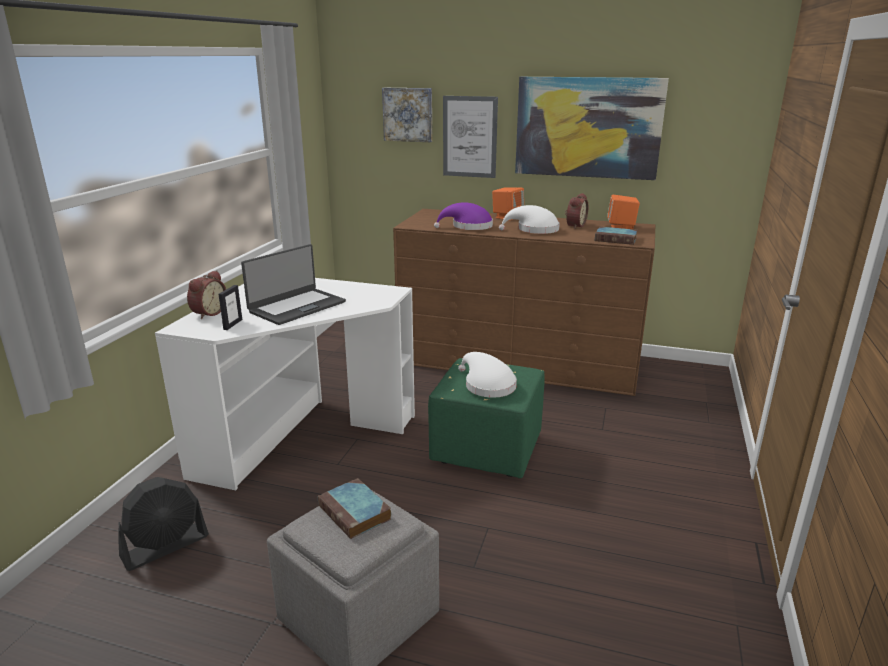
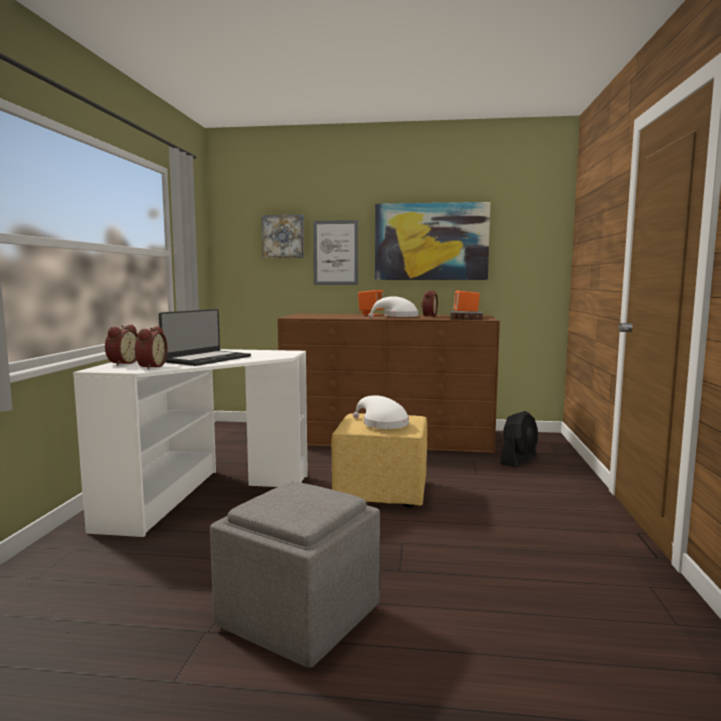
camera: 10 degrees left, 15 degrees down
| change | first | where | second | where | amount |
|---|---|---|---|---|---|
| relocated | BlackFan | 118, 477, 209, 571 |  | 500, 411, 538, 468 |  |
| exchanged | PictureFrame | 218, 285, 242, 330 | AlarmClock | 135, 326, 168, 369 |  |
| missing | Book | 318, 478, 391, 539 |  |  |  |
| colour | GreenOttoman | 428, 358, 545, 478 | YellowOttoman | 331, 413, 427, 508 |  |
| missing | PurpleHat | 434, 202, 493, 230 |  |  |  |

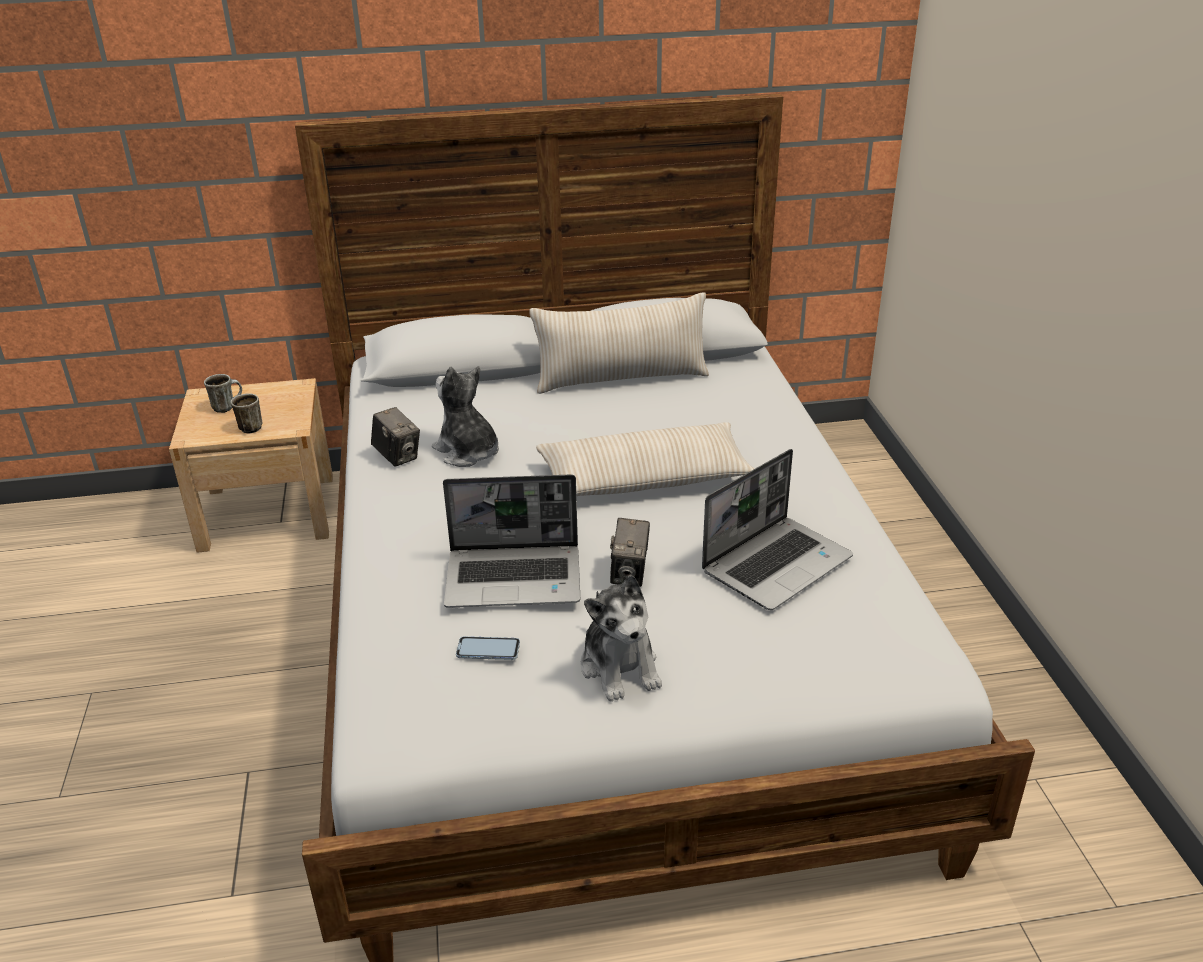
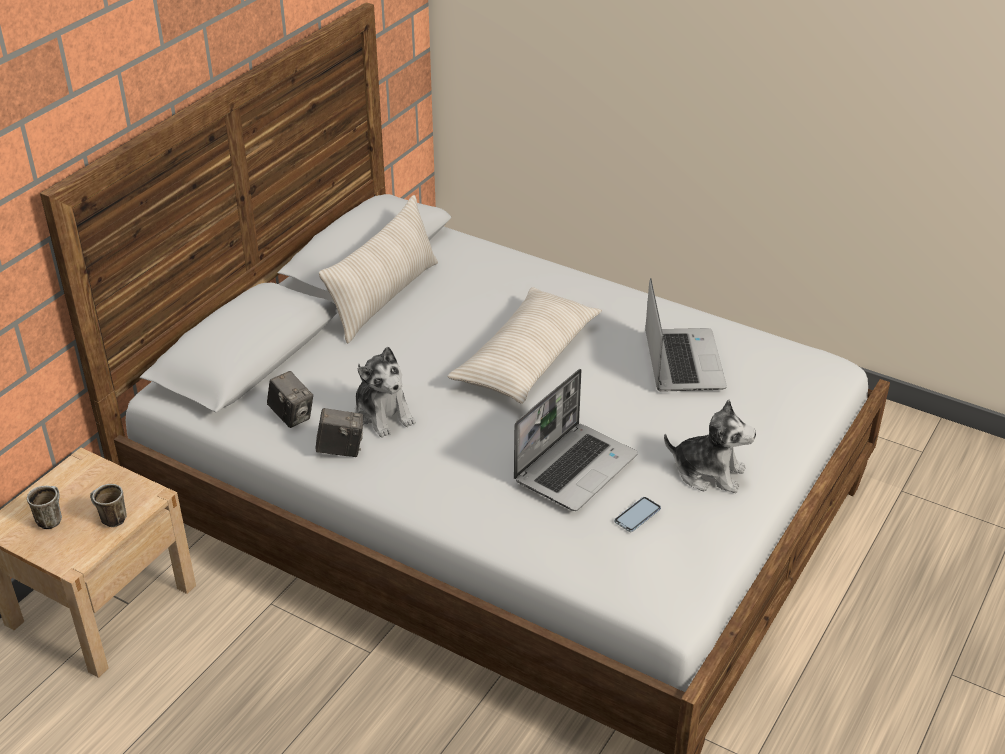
camera: 50 degrees left, 5 degrees up
| change | first | where | second | where | amount |
|---|---|---|---|---|---|
| spun | PlushToy | 432, 366, 499, 467 |  | 354, 347, 416, 438 | 120 degrees counterclockwise |
| relocated | PhotoCamera | 610, 518, 650, 587 |  | 267, 371, 313, 428 |  |

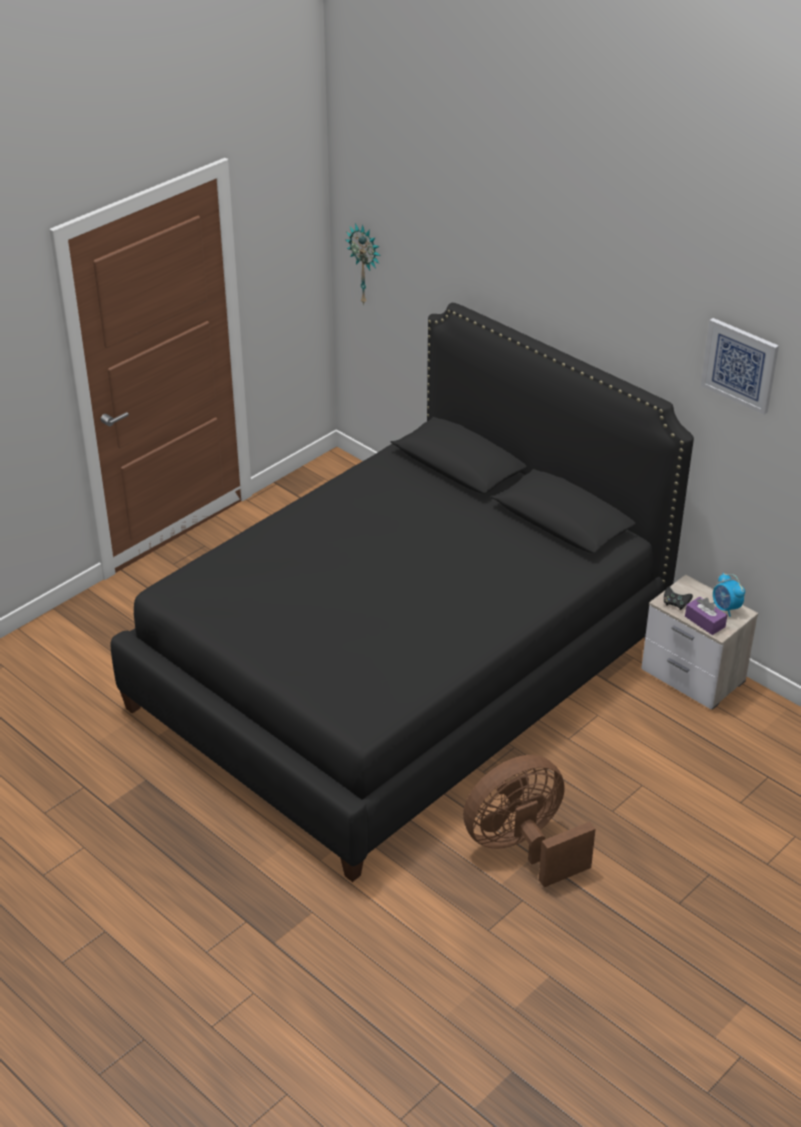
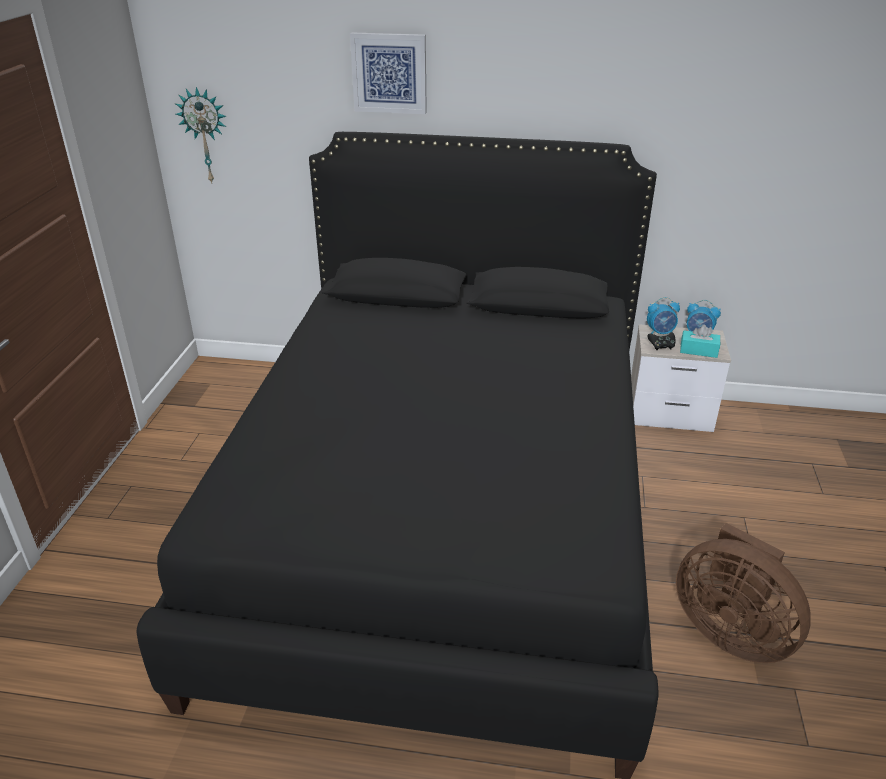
camera: 35 degrees left, 5 degrees down
| change | first | where | second | where | amount |
|---|---|---|---|---|---|
| spun | BrownFan | 463, 755, 596, 887 |  | 676, 523, 811, 663 | 75 degrees counterclockwise |
| colour | PurpleTissueBox | 685, 597, 727, 635 | TurquoiseTissueBox | 680, 324, 720, 358 |  |
| relocated | Picture | 701, 318, 779, 415 |  | 350, 32, 427, 114 |  |
| appeared |  |  | AlarmClock | 647, 297, 680, 334 |  |

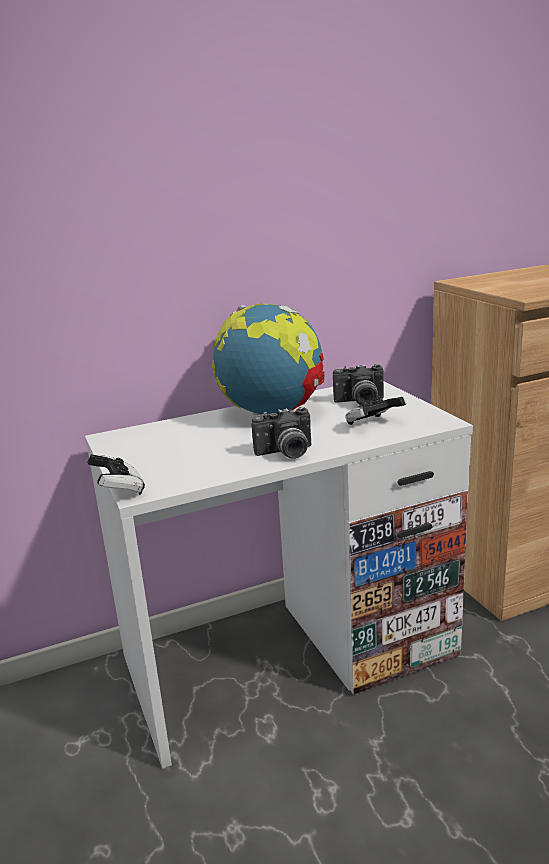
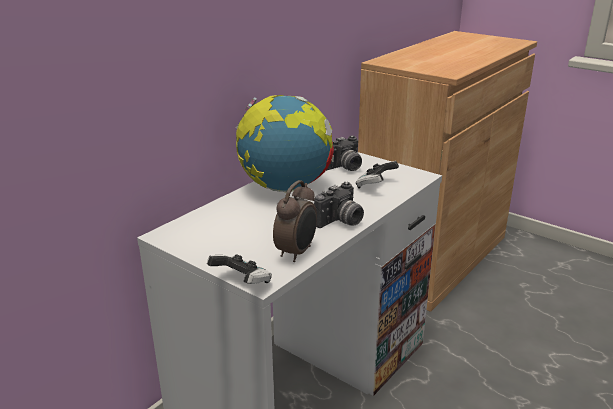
camera: 30 degrees left, 5 degrees up
| change | first | where | second | where | amount |
|---|---|---|---|---|---|
| appeared |  |  | AlarmClock | 273, 180, 317, 262 |  |

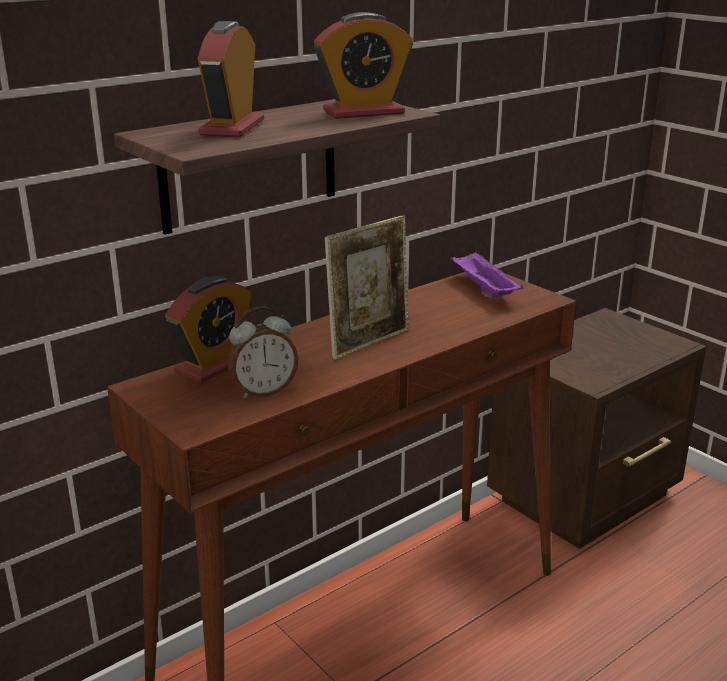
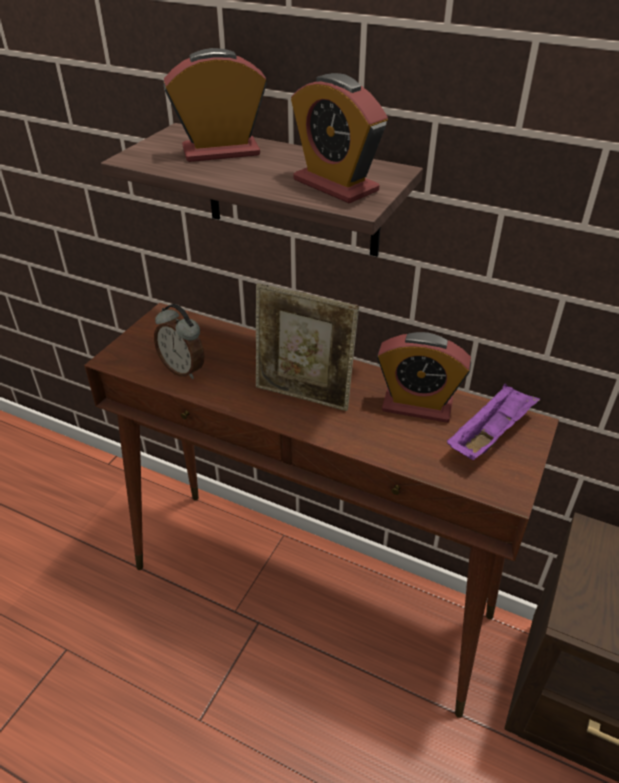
camera: 65 degrees right, 15 degrees up
| change | first | where | second | where | amount |
|---|---|---|---|---|---|
| relocated | AlarmClock | 165, 276, 252, 383 |  | 377, 332, 471, 423 |  |

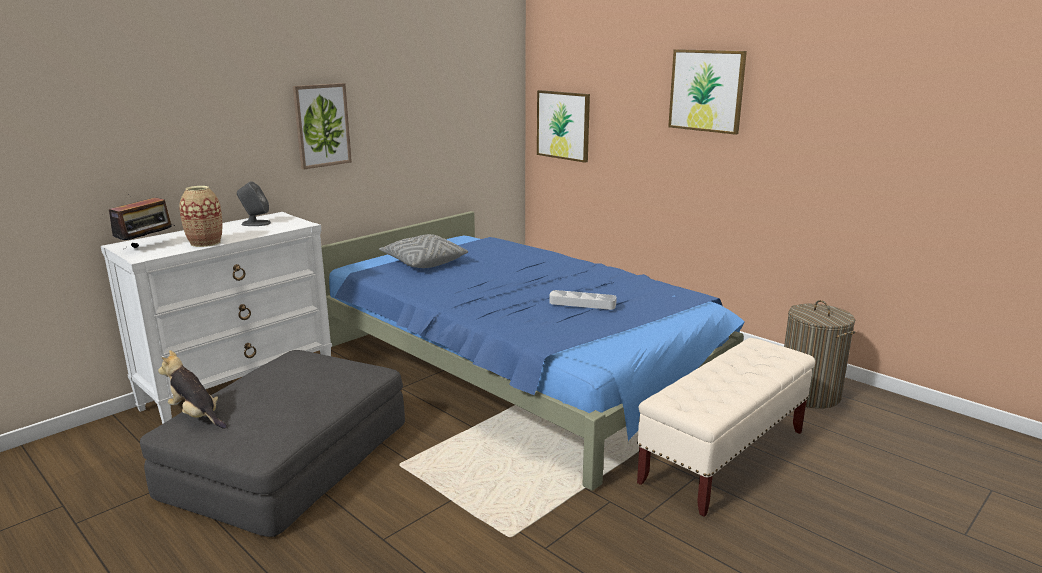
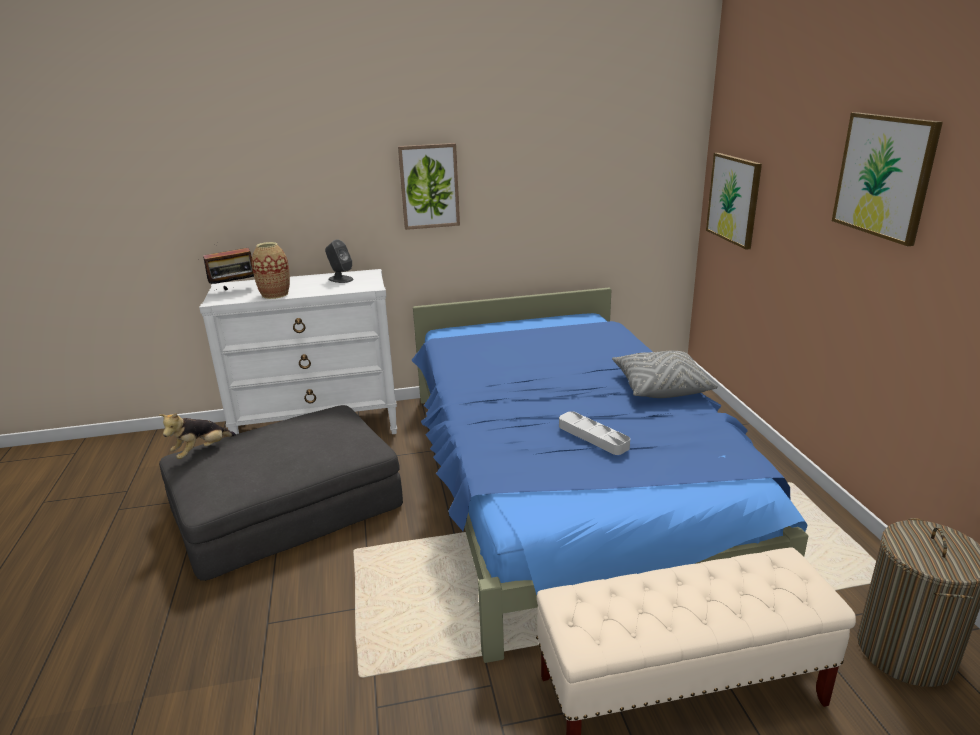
camera: 35 degrees right, 5 degrees up
| change | first | where | second | where | amount |
|---|---|---|---|---|---|
| spun | PlushToy | 158, 350, 227, 429 |  | 159, 413, 236, 459 | 120 degrees counterclockwise |
| relocated | GreyPillow | 379, 234, 468, 268 |  | 612, 351, 718, 398 |  |

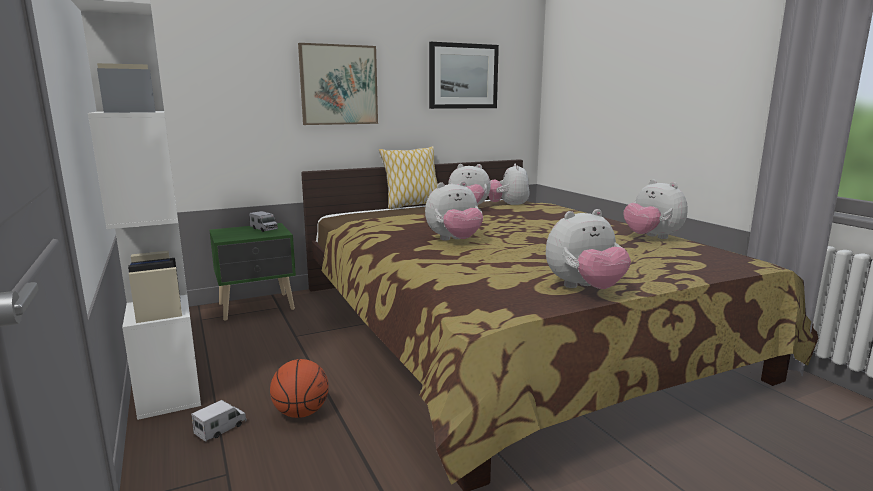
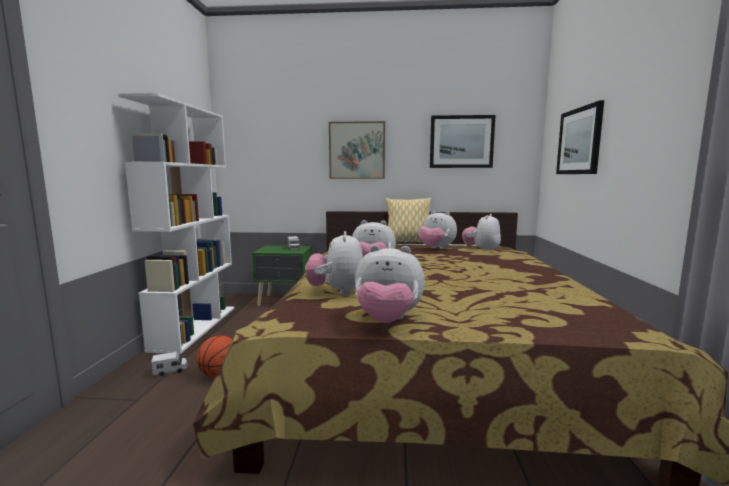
camera: 30 degrees right, 5 degrees down
| change | first | where | second | where | amount |
|---|---|---|---|---|---|
| relocated | PlushToy | 624, 179, 688, 239 |  | 305, 231, 363, 295 |  |
| appeared |  |  | Picture | 556, 100, 604, 174 |  |

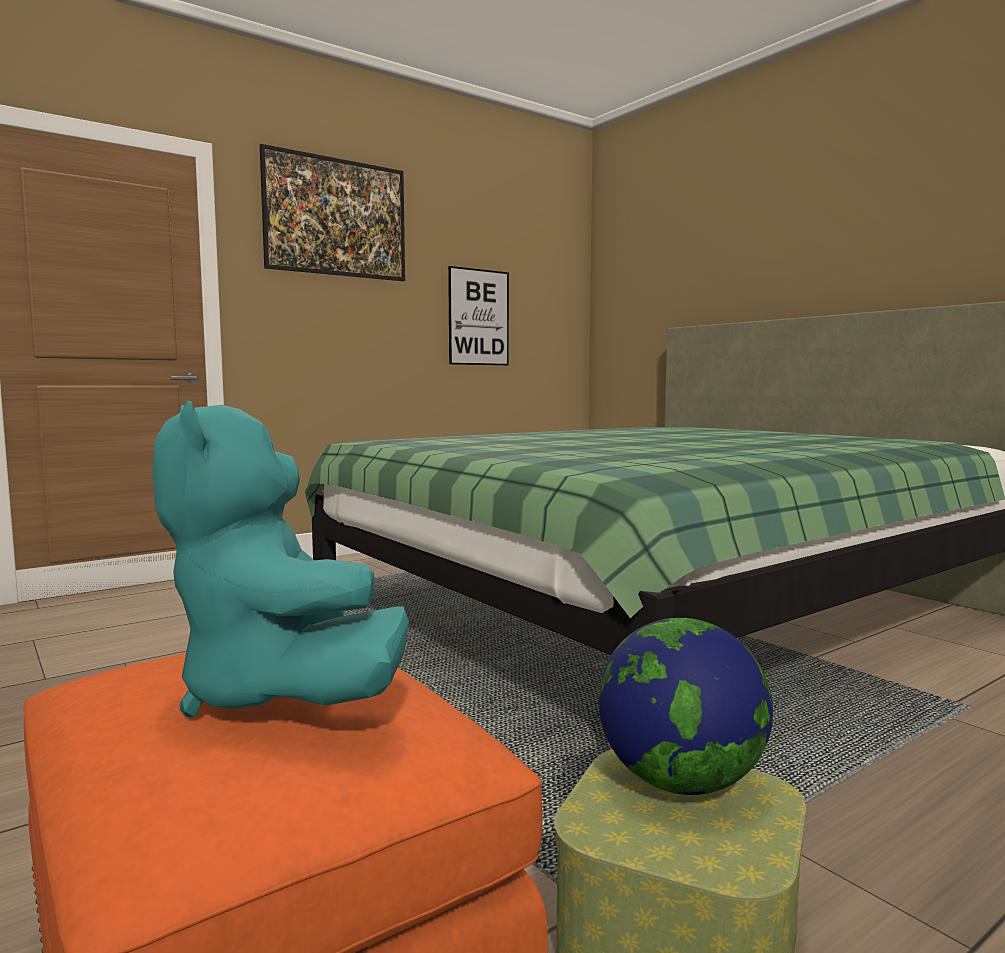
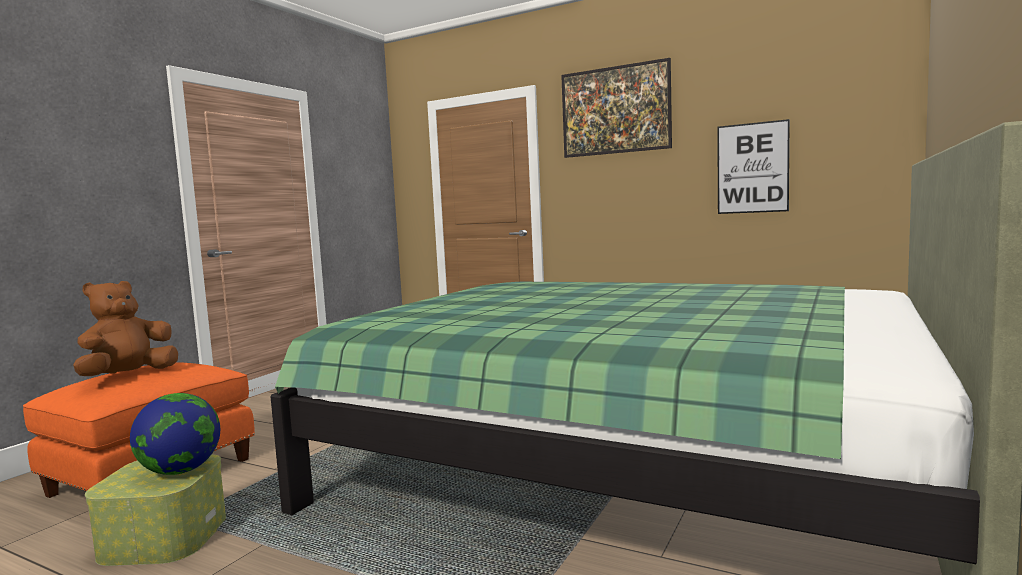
camera: 65 degrees right, 0 degrees up
| change | first | where | second | where | amount |
|---|---|---|---|---|---|
| colour | TurquoisePlushToy | 152, 401, 409, 717 | BrownPlushToy | 73, 281, 178, 376 |  |

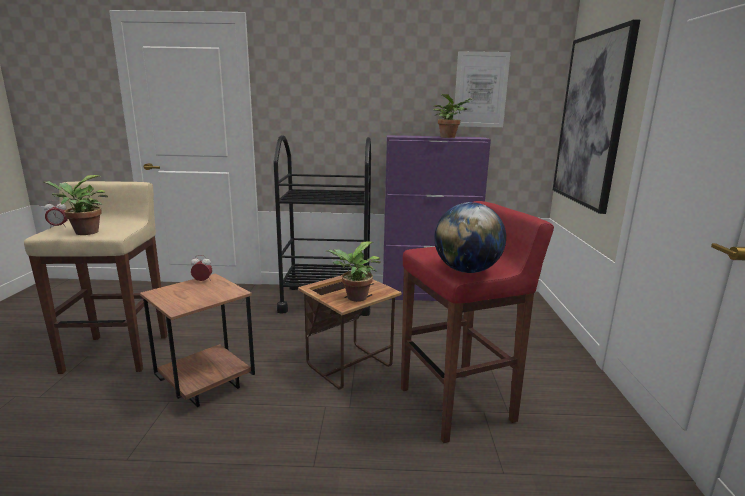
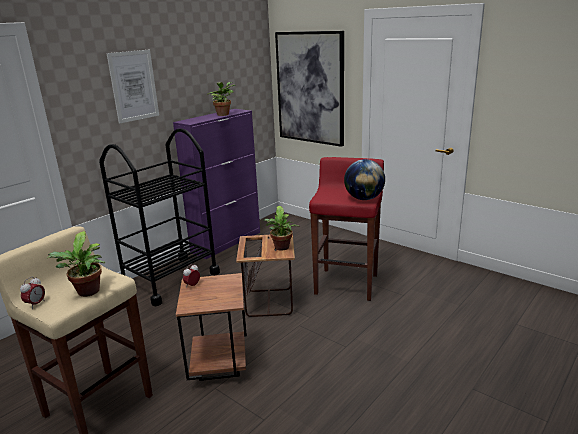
camera: 50 degrees left, 5 degrees up
| change | first | where | second | where | amount |
|---|---|---|---|---|---|
| relocated | Picture | 454, 51, 511, 127 |  | 107, 50, 159, 123 |  |

